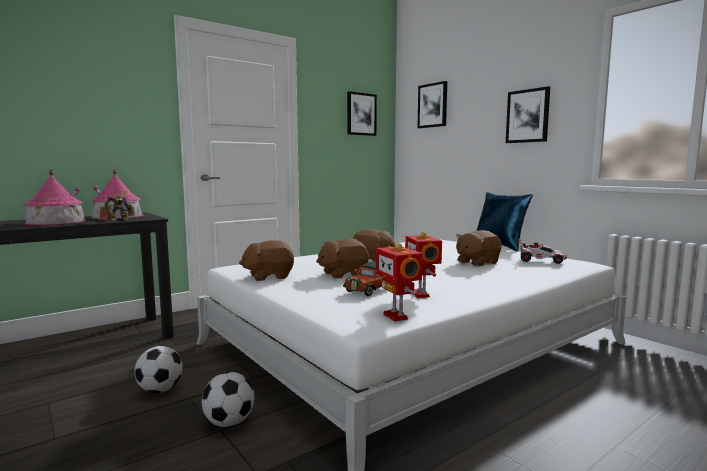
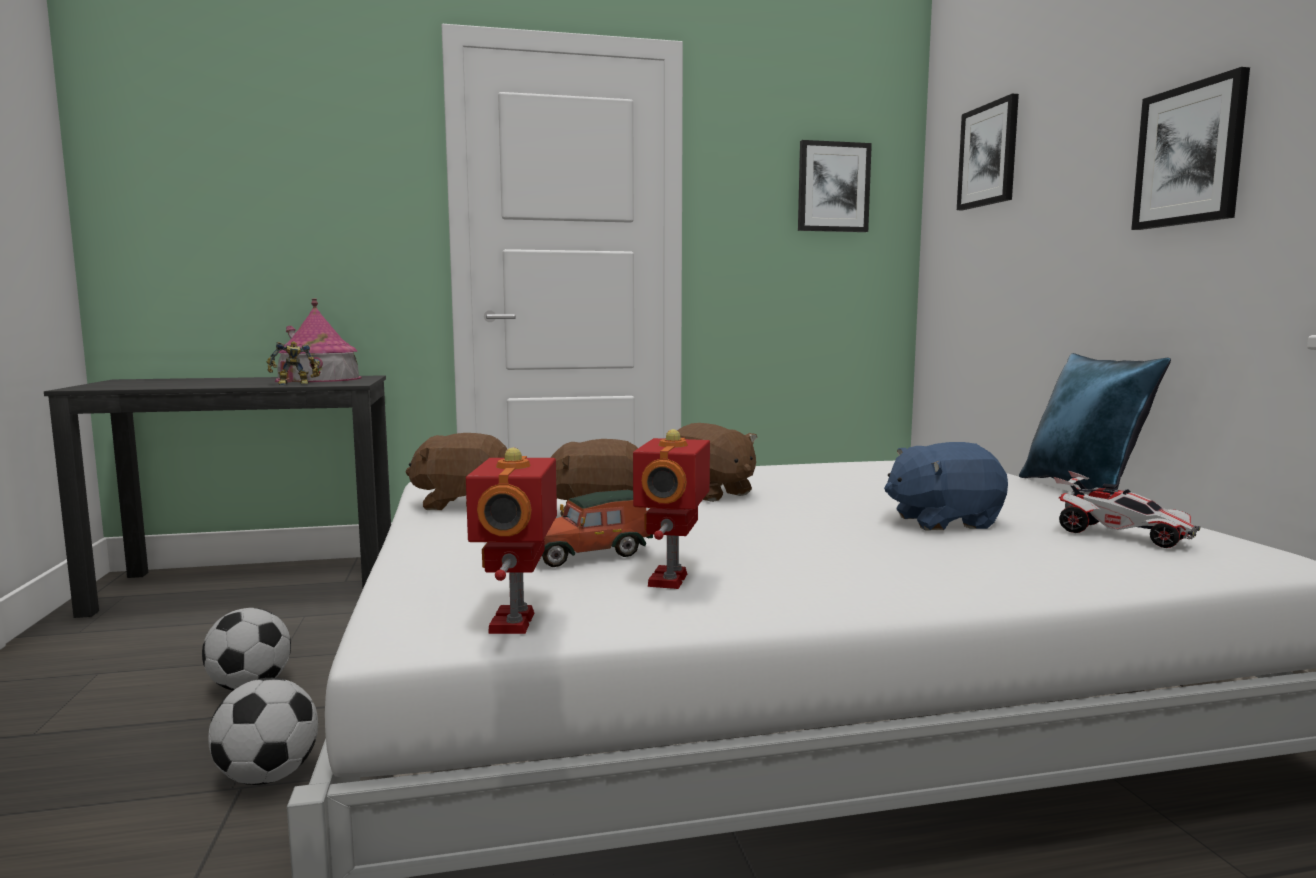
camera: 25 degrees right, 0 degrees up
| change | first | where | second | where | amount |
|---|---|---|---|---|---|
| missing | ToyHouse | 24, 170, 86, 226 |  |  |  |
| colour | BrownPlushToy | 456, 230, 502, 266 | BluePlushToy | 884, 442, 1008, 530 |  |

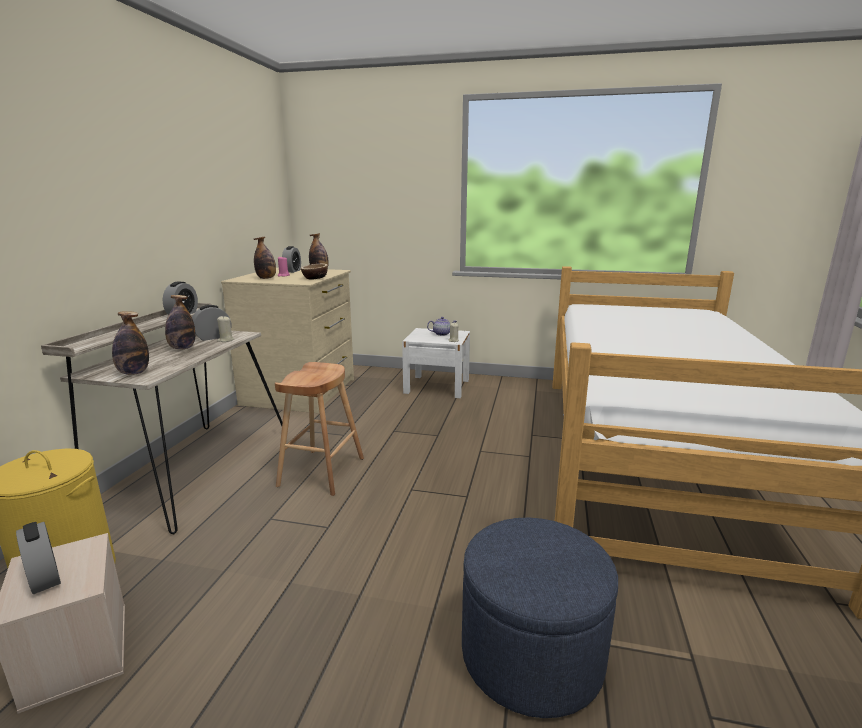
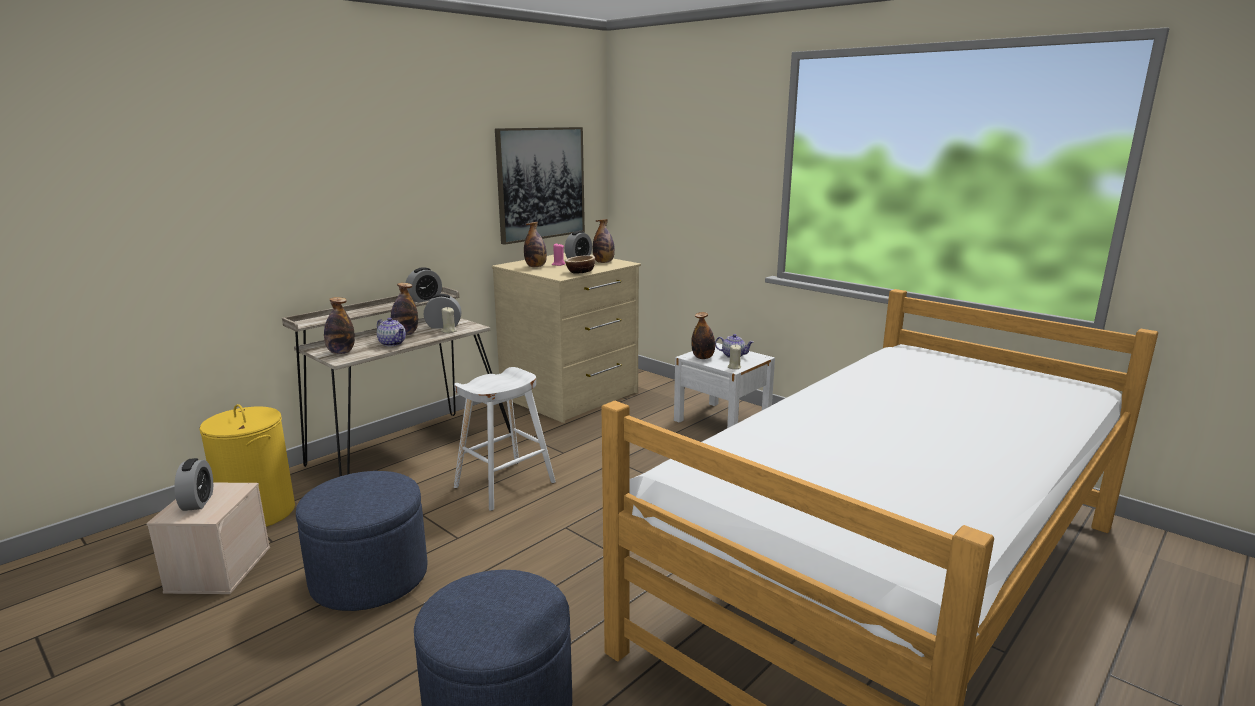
camera: 30 degrees right, 0 degrees up
| change | first | where | second | where | amount |
|---|---|---|---|---|---|
| colour | BrownStool | 275, 362, 364, 496 | WhiteStool | 454, 367, 556, 511 |  |
| appeared |  |  | BlueOttoman | 296, 471, 428, 611 |  |
| appeared |  |  | Teapot | 377, 318, 406, 346 |  |
| appeared |  |  | Picture | 495, 127, 585, 245 |  |
| appeared |  |  | Bottle | 691, 312, 715, 359 |  |

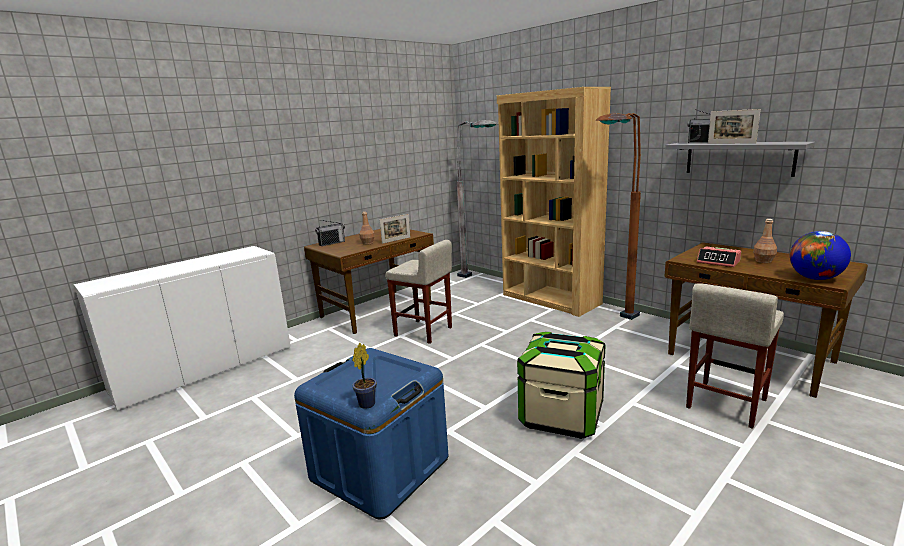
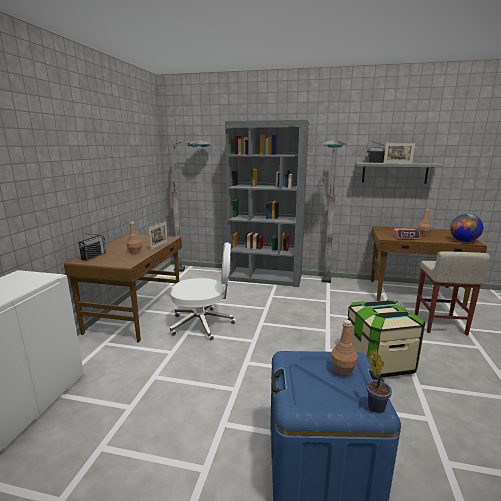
camera: 35 degrees left, 0 degrees up
| change | first | where | second | where | amount |
|---|---|---|---|---|---|
| exchanged | BeigeStool | 385, 240, 452, 344 | WhiteOfficeChair | 170, 242, 236, 341 |  |
| colour | BrownBookcase | 497, 87, 611, 317 | GreyBookcase | 225, 120, 309, 287 |  |
| colour | BrownFloorLamp | 595, 113, 641, 320 | GreyFloorLamp | 322, 140, 347, 283 |  |
| appeared |  |  | BrownBottle | 331, 320, 358, 376 |  |

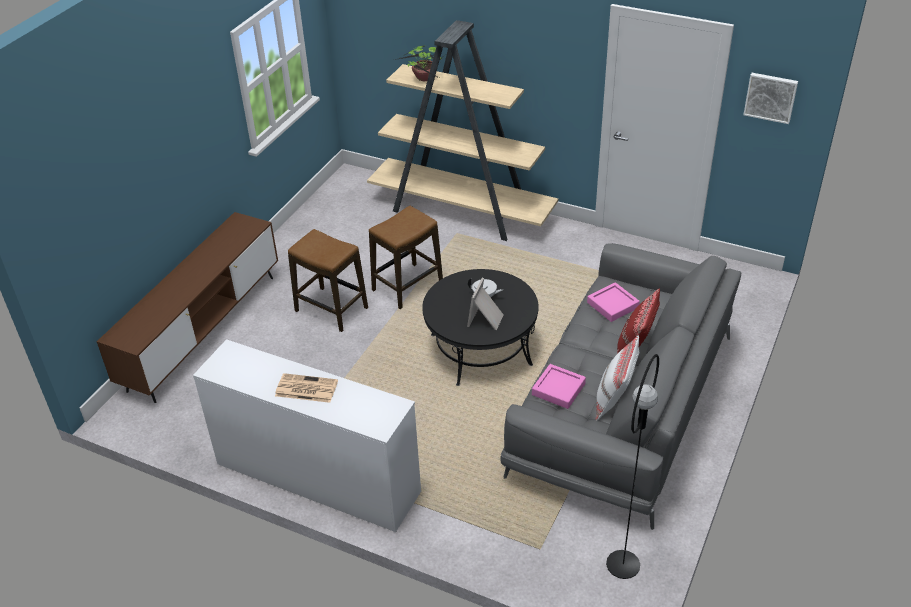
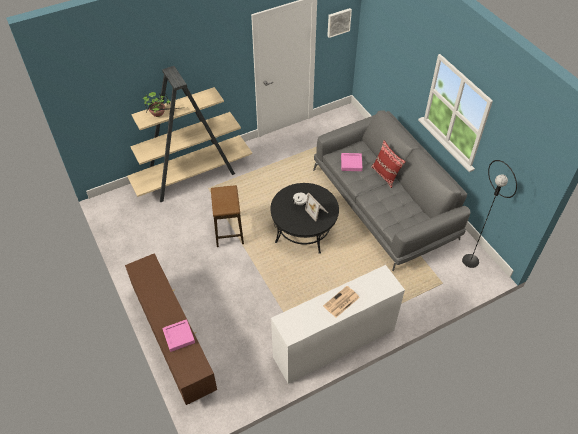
camera: 55 degrees left, 10 degrees up
| change | first | where | second | where | amount |
|---|---|---|---|---|---|
| missing | Stool | 288, 229, 368, 332 |  |  |  |
| relocated | PinkTray | 532, 364, 586, 409 |  | 162, 319, 195, 352 |  |
| missing | WhitePillow | 596, 336, 639, 421 |  |  |  |

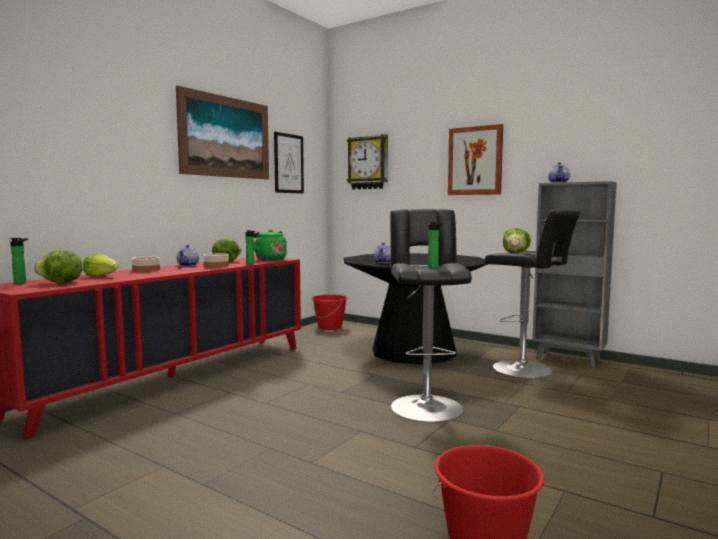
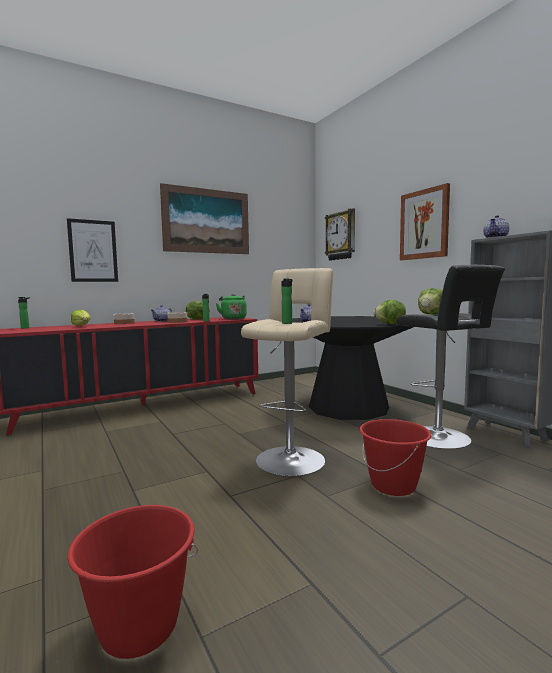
camera: 25 degrees right, 0 degrees up
| change | first | where | second | where | amount |
|---|---|---|---|---|---|
| relocated | Lettuce | 34, 250, 82, 283 |  | 373, 300, 406, 324 |  |
| relocated | Picture | 274, 132, 304, 194 |  | 67, 218, 118, 282 |  |
| relocated | RedBucket | 312, 294, 348, 330 |  | 359, 419, 431, 496 |  |
| colour | BlackStool | 390, 209, 472, 422 | BeigeStool | 241, 268, 334, 477 |  |

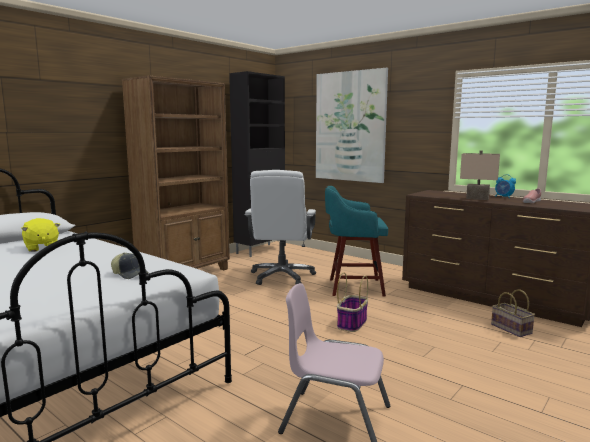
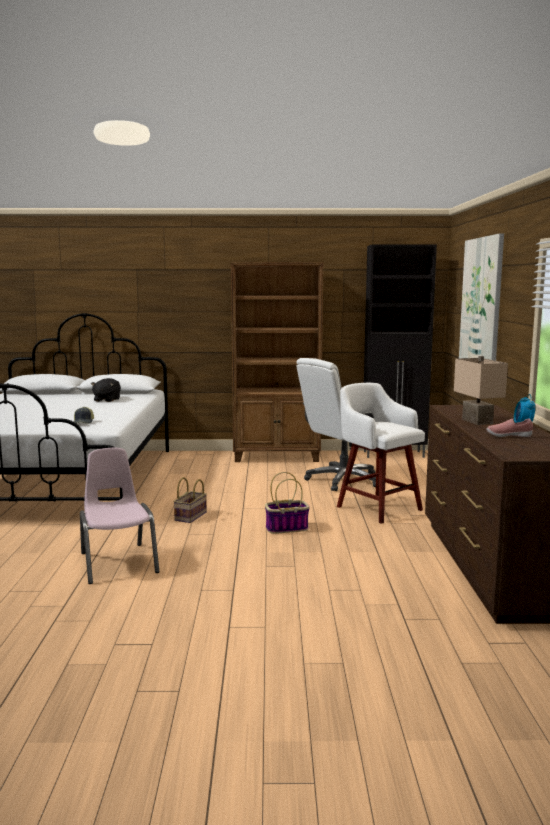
camera: 50 degrees right, 0 degrees up
| change | first | where | second | where | amount |
|---|---|---|---|---|---|
| colour | YellowPlushToy | 21, 218, 60, 252 | BlackPlushToy | 91, 378, 121, 402 |  |
| colour | TurquoiseStool | 325, 186, 388, 297 | WhiteStool | 337, 383, 425, 524 |  |
| relocated | Basket | 491, 289, 535, 337 |  | 173, 477, 207, 523 |  |

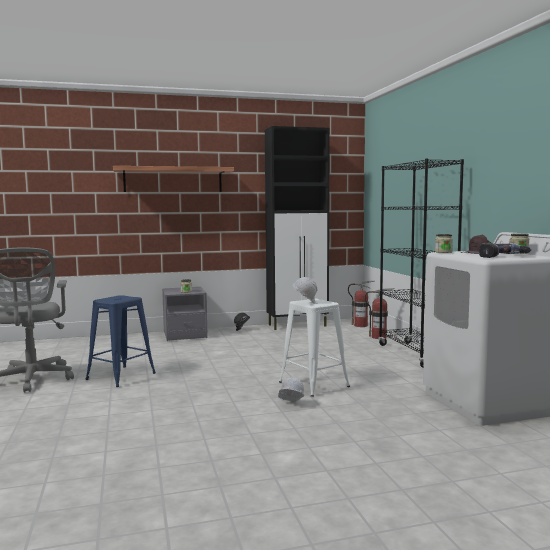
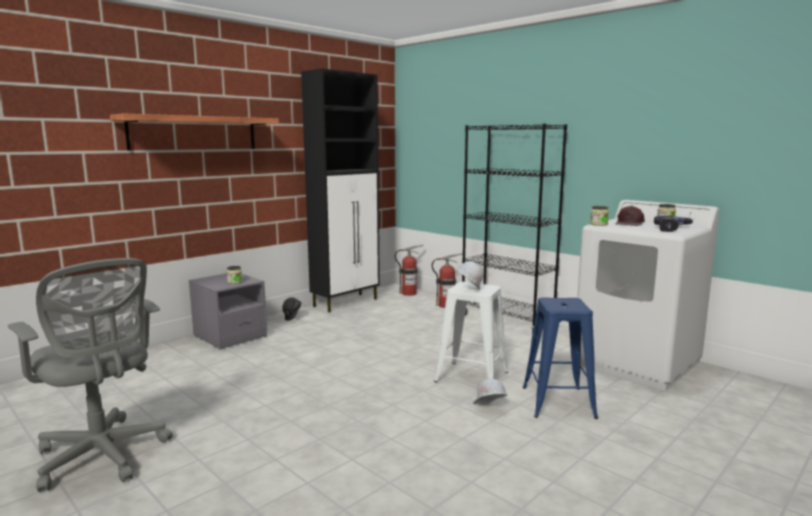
camera: 30 degrees left, 5 degrees up
| change | first | where | second | where | amount |
|---|---|---|---|---|---|
| relocated | BlueStool | 85, 295, 156, 387 |  | 523, 297, 598, 419 |  |

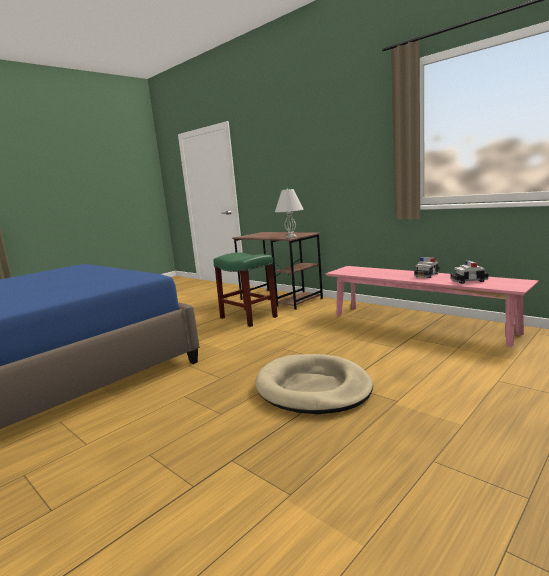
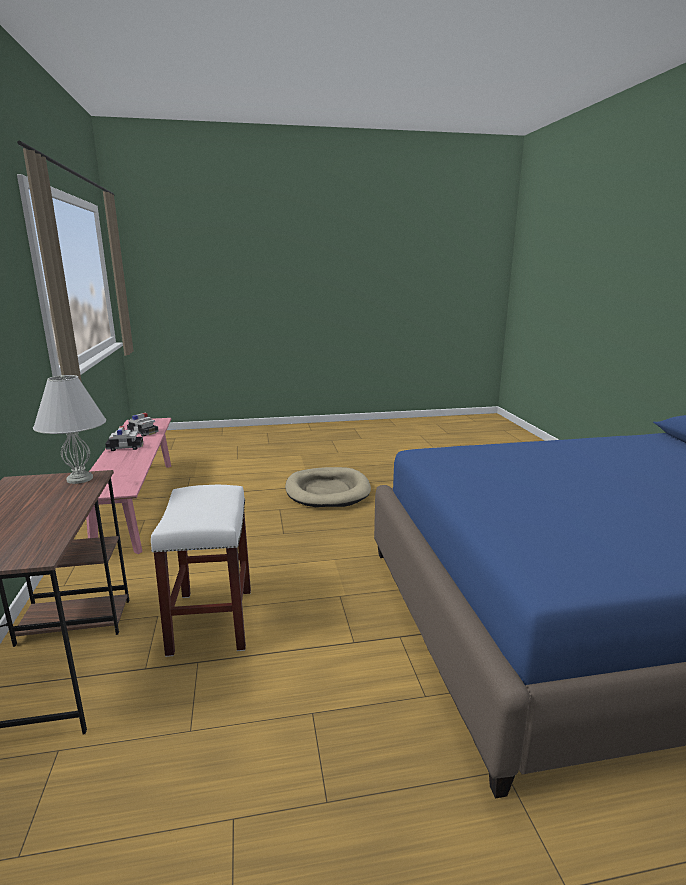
camera: 145 degrees left, 5 degrees up
| change | first | where | second | where | amount |
|---|---|---|---|---|---|
| colour | GreenStool | 213, 252, 278, 327 | WhiteStool | 151, 485, 251, 657 |  |

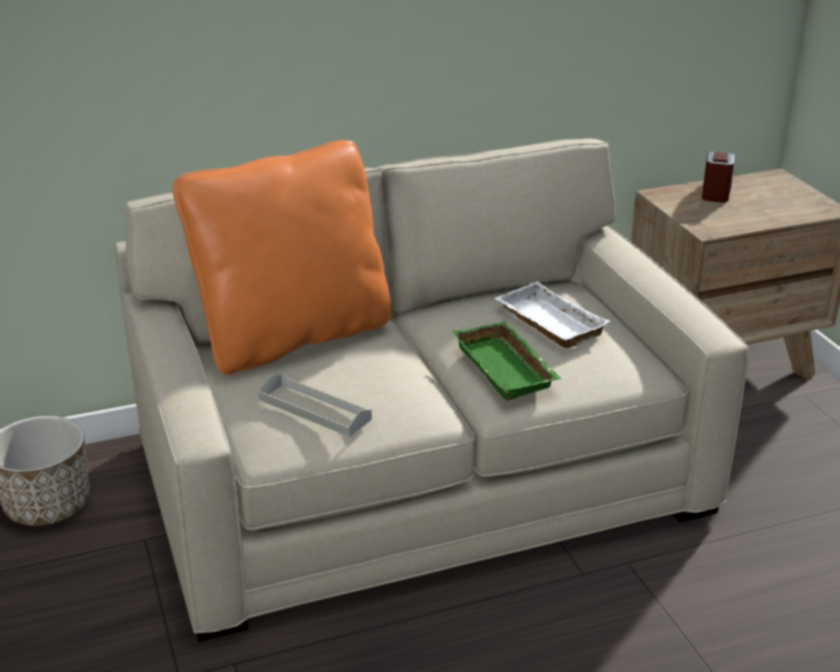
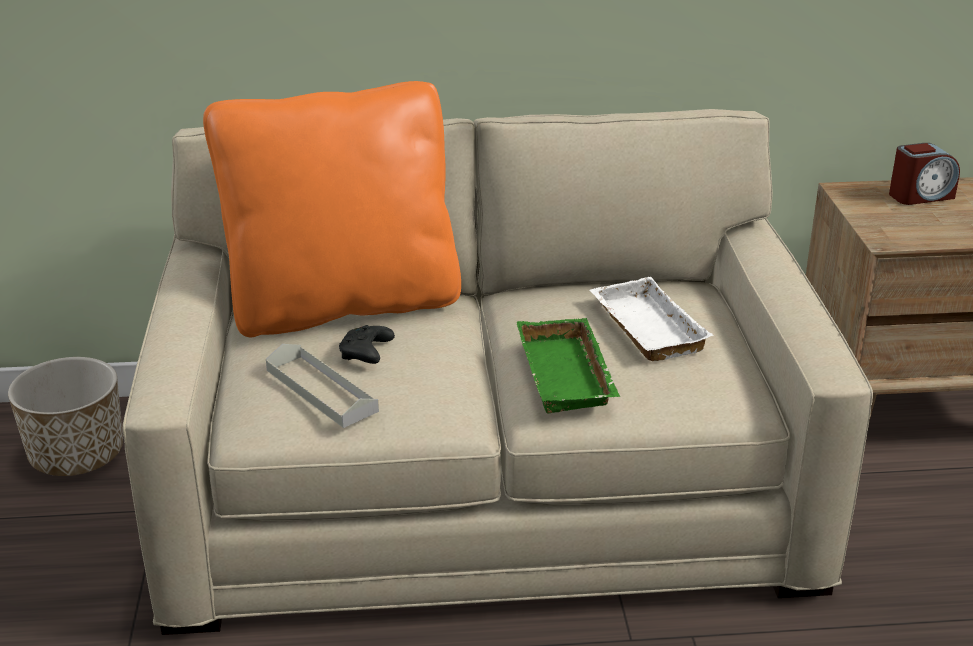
camera: 15 degrees right, 0 degrees up
| change | first | where | second | where | amount |
|---|---|---|---|---|---|
| spun | AlarmClock | 702, 152, 735, 202 |  | 889, 143, 960, 205 | 45 degrees clockwise |
| appeared |  |  | BlackGameController | 339, 325, 395, 364 |  |

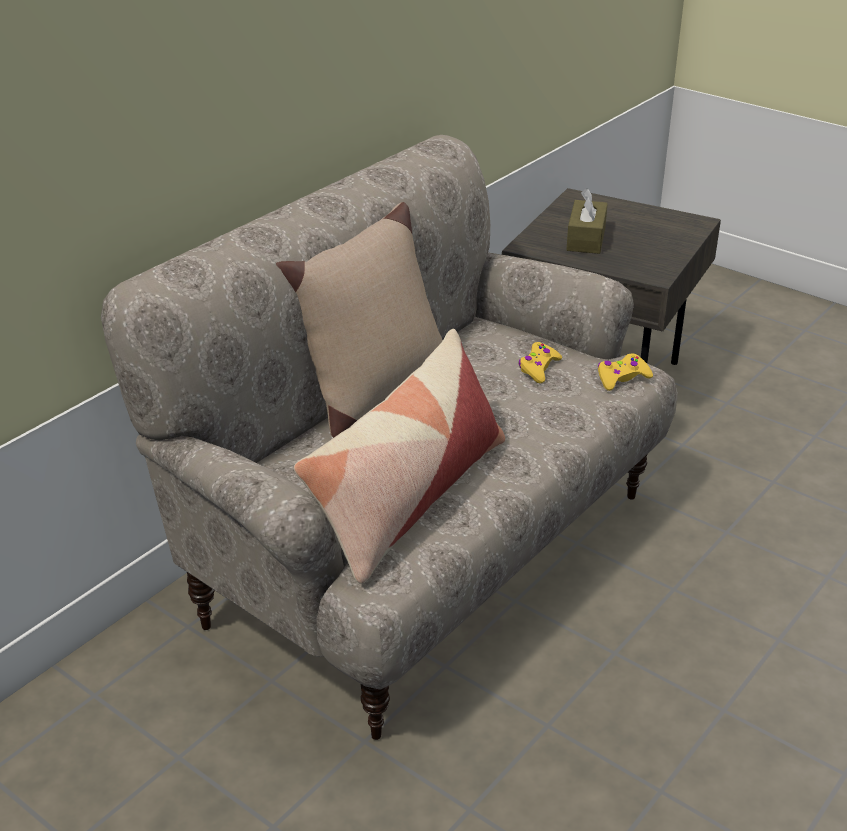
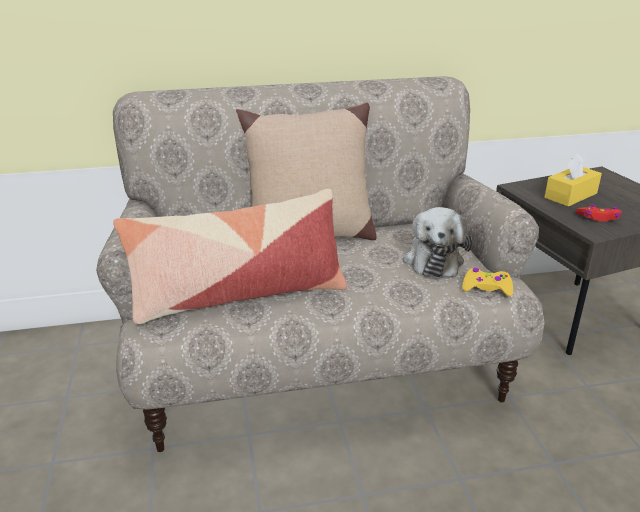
camera: 40 degrees right, 5 degrees down
| change | first | where | second | where | amount |
|---|---|---|---|---|---|
| exchanged | YellowGameController | 518, 342, 562, 383 | PlushToy | 403, 207, 472, 277 |  |
| colour | BrownTissueBox | 566, 188, 608, 254 | YellowTissueBox | 545, 153, 602, 207 |  |
| appeared |  |  | RedGameController | 575, 205, 622, 221 |  |

